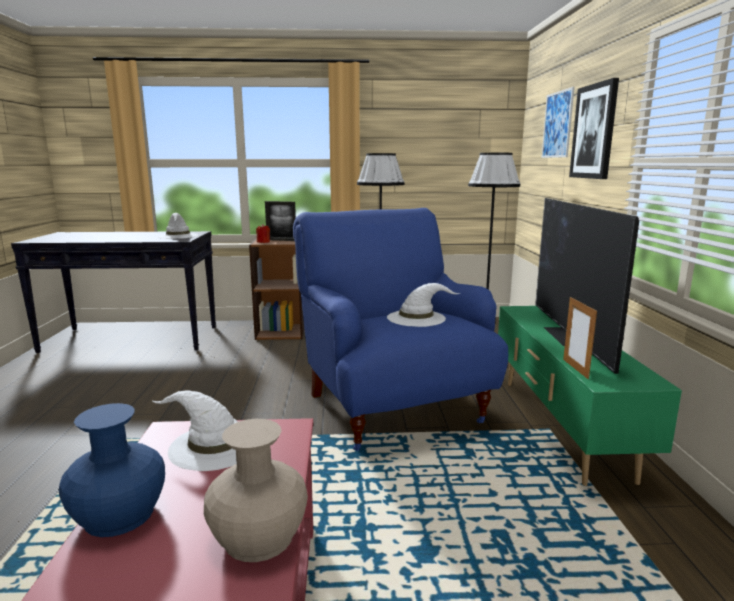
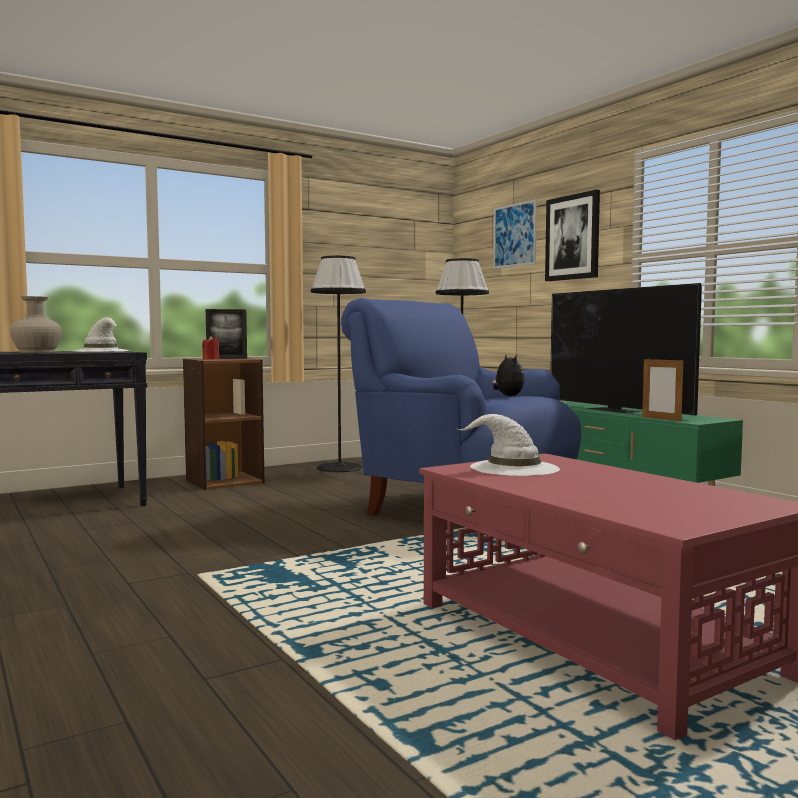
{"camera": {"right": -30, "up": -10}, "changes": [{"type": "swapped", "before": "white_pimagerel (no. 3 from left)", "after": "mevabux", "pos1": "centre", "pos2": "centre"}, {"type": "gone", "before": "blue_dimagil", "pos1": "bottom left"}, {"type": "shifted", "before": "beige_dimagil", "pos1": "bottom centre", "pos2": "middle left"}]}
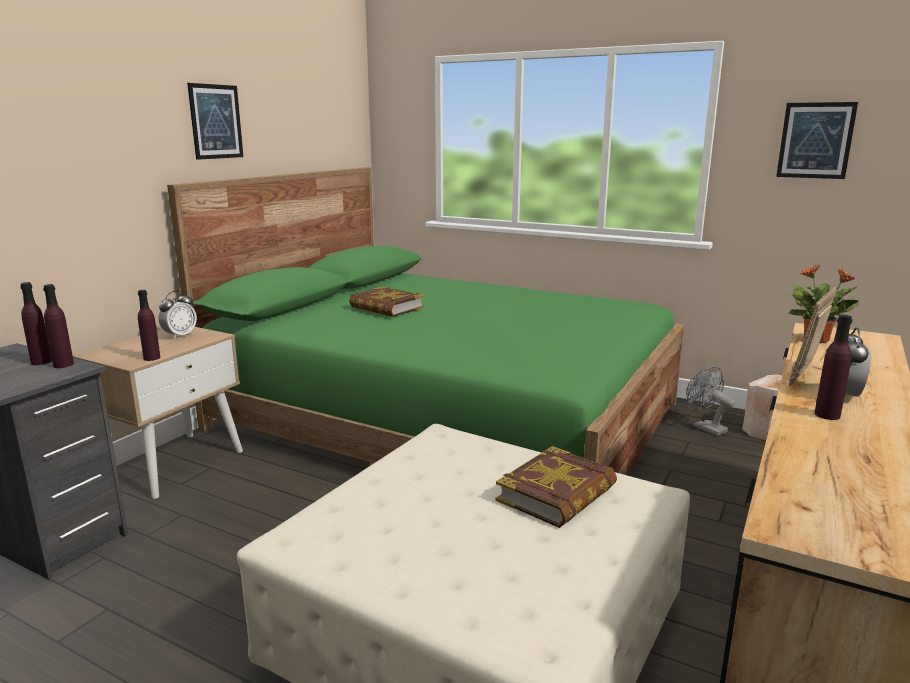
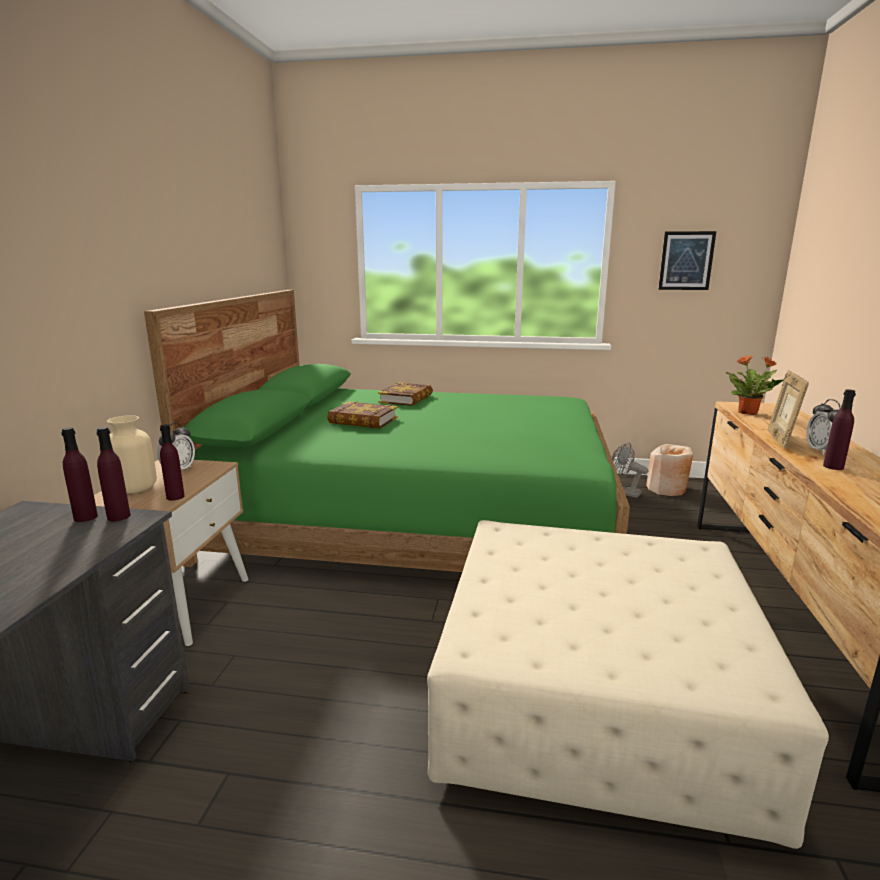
{"camera": {"right": -20, "up": 0}, "changes": [{"type": "gone", "before": "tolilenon (no. 1 from left)", "pos1": "top left"}, {"type": "shifted", "before": "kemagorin (no. 2 from left)", "pos1": "bottom centre", "pos2": "centre"}, {"type": "new", "after": "beige_dimagil (no. 1 from left)", "pos2": "middle left"}]}
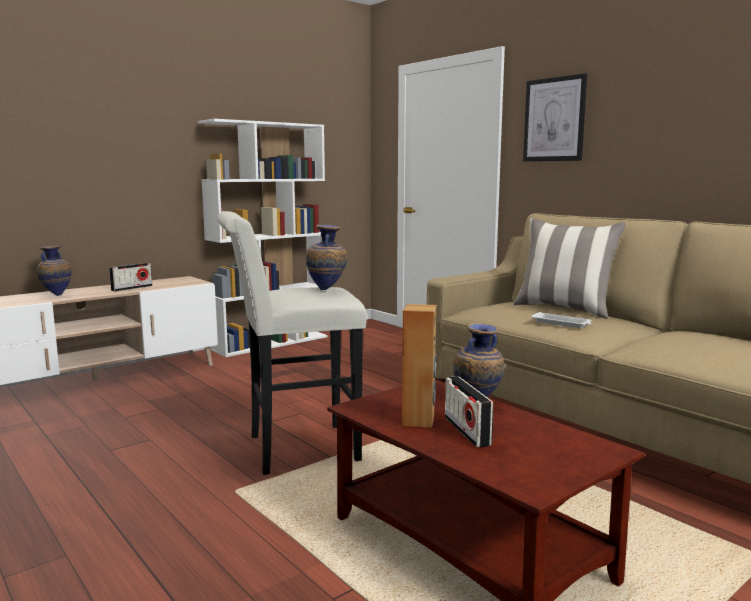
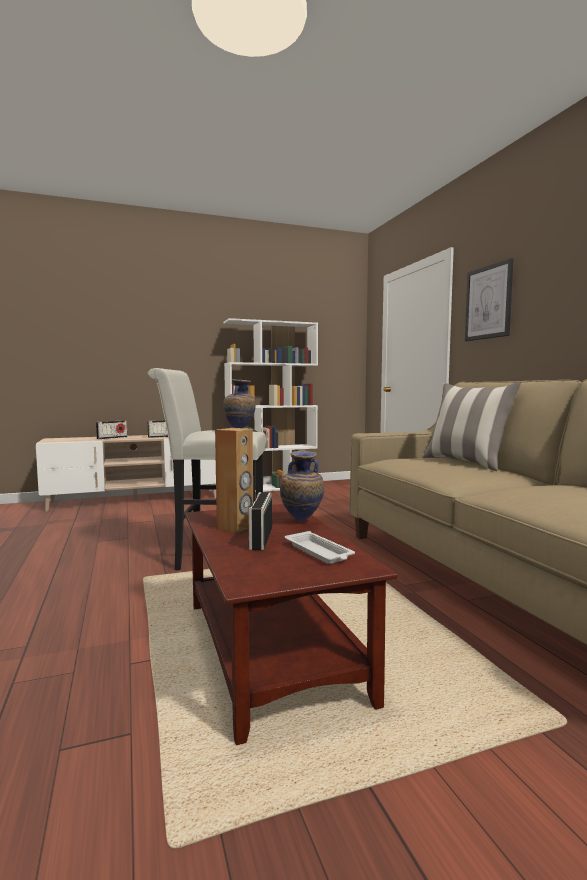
{"camera": {"right": 20, "up": -5}, "changes": [{"type": "swapped", "before": "dimagil (no. 1 from left)", "after": "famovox (no. 1 from left)", "pos1": "middle left", "pos2": "middle left"}, {"type": "shifted", "before": "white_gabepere", "pos1": "middle right", "pos2": "centre"}]}
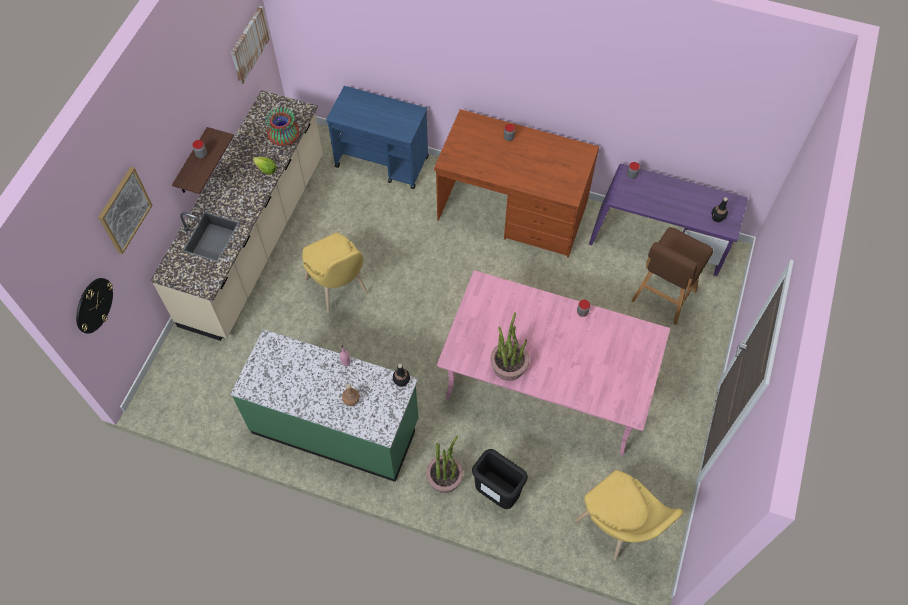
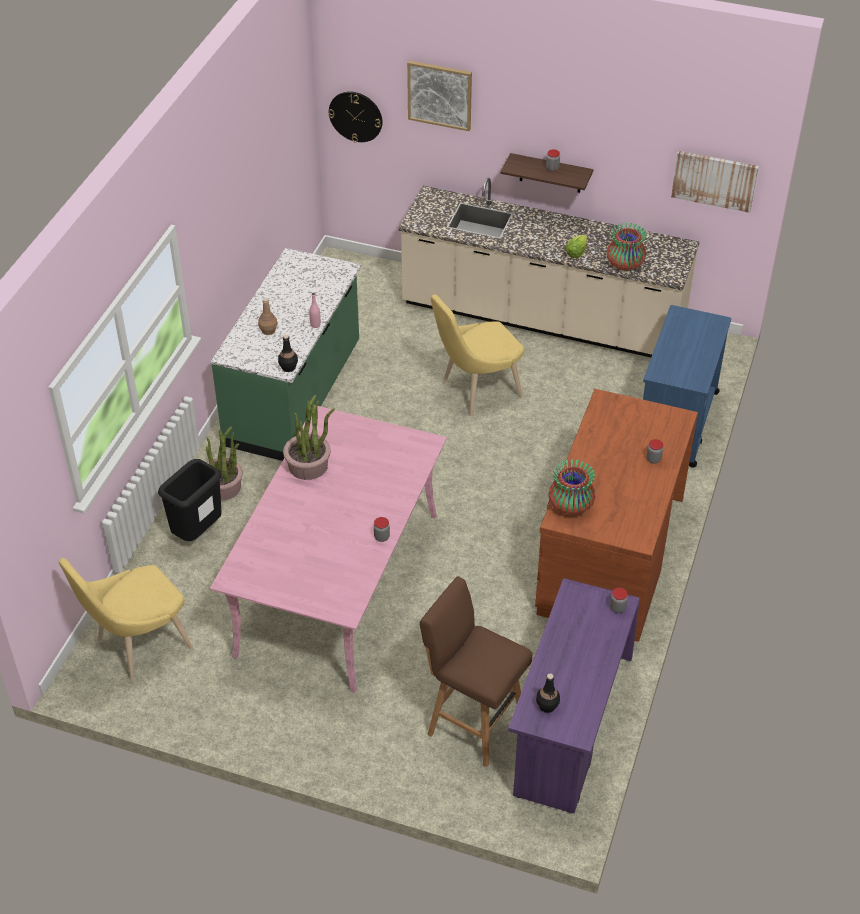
{"camera": {"right": 90, "up": -15}, "changes": [{"type": "new", "after": "dimagil (no. 1 from left)", "pos2": "centre"}]}
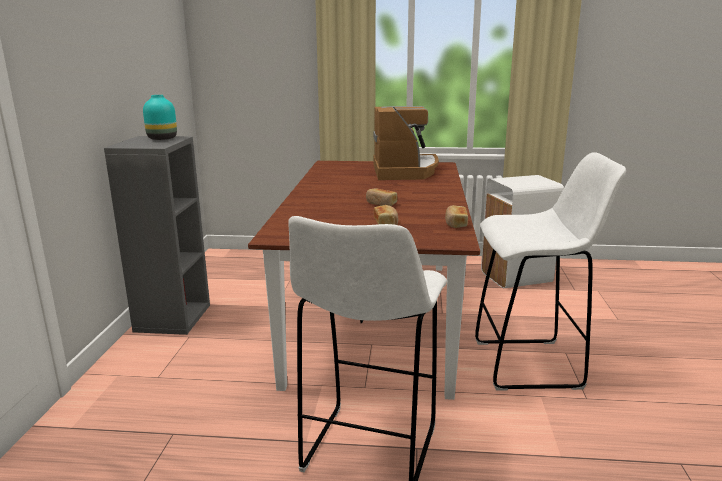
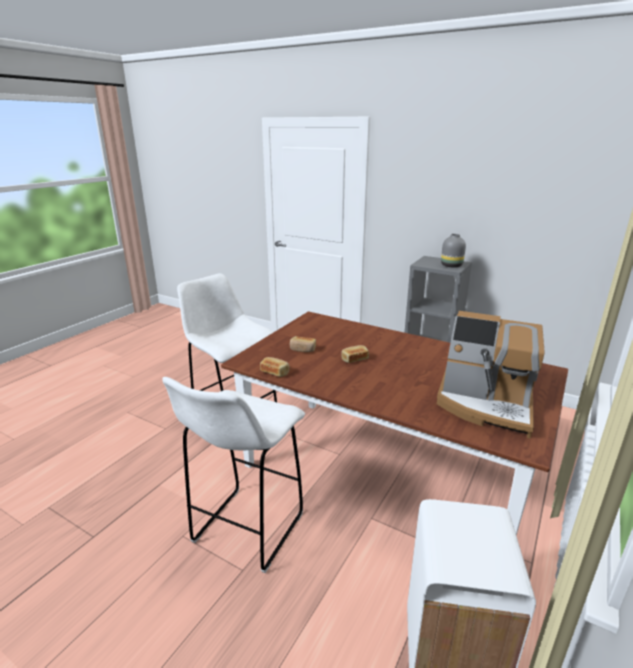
{"camera": {"right": 115, "up": 5}, "changes": [{"type": "repainted", "before": "turquoise_dimagil", "after": "grey_dimagil", "pos1": "top left", "pos2": "middle right"}]}
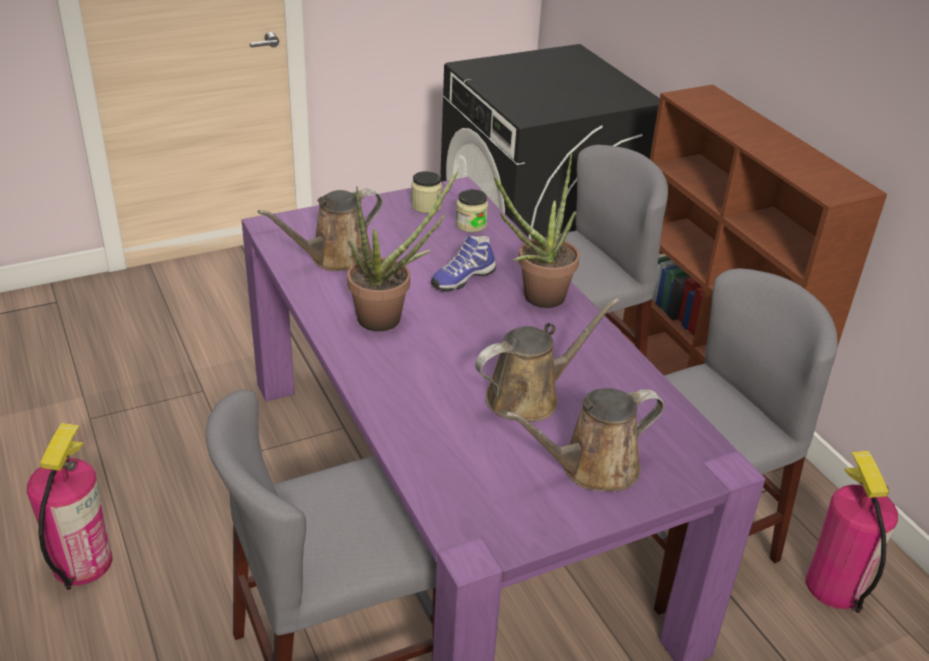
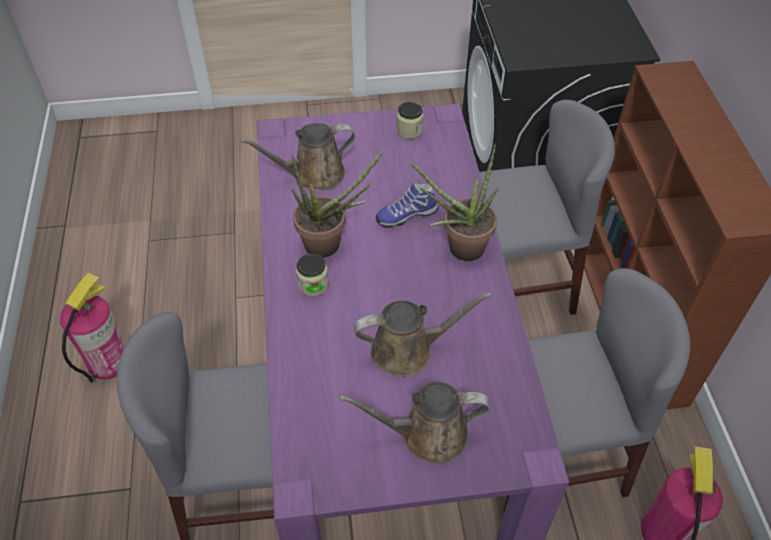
{"camera": {"right": 20, "up": 15}, "changes": [{"type": "shifted", "before": "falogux (no. 2 from left in the first image)", "after": "falogux (no. 1 from left)", "pos1": "top centre", "pos2": "centre"}]}
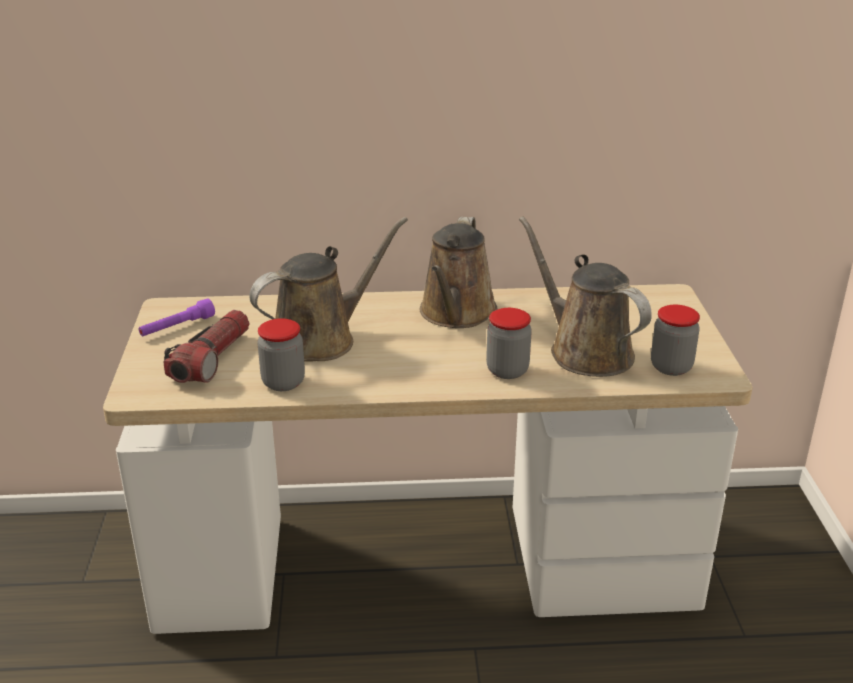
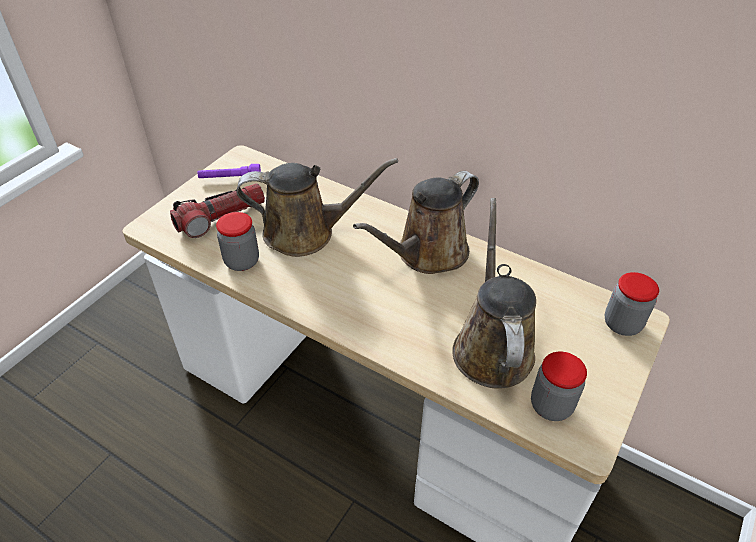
{"camera": {"right": 35, "up": 15}, "changes": [{"type": "shifted", "before": "falogux (no. 2 from left in the first image)", "after": "falogux (no. 3 from left)", "pos1": "centre", "pos2": "middle right"}]}
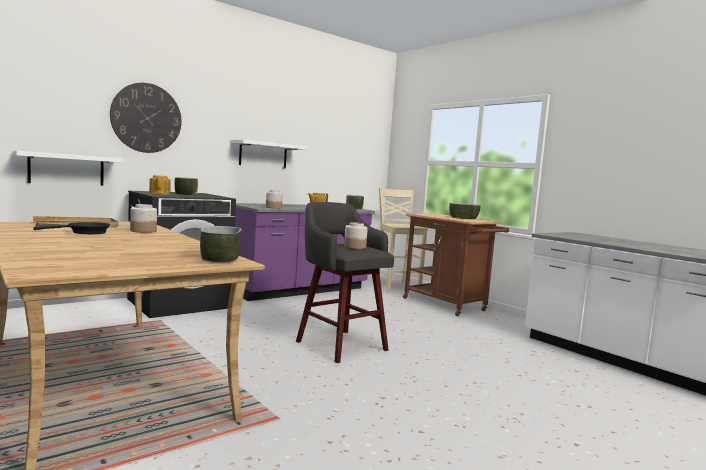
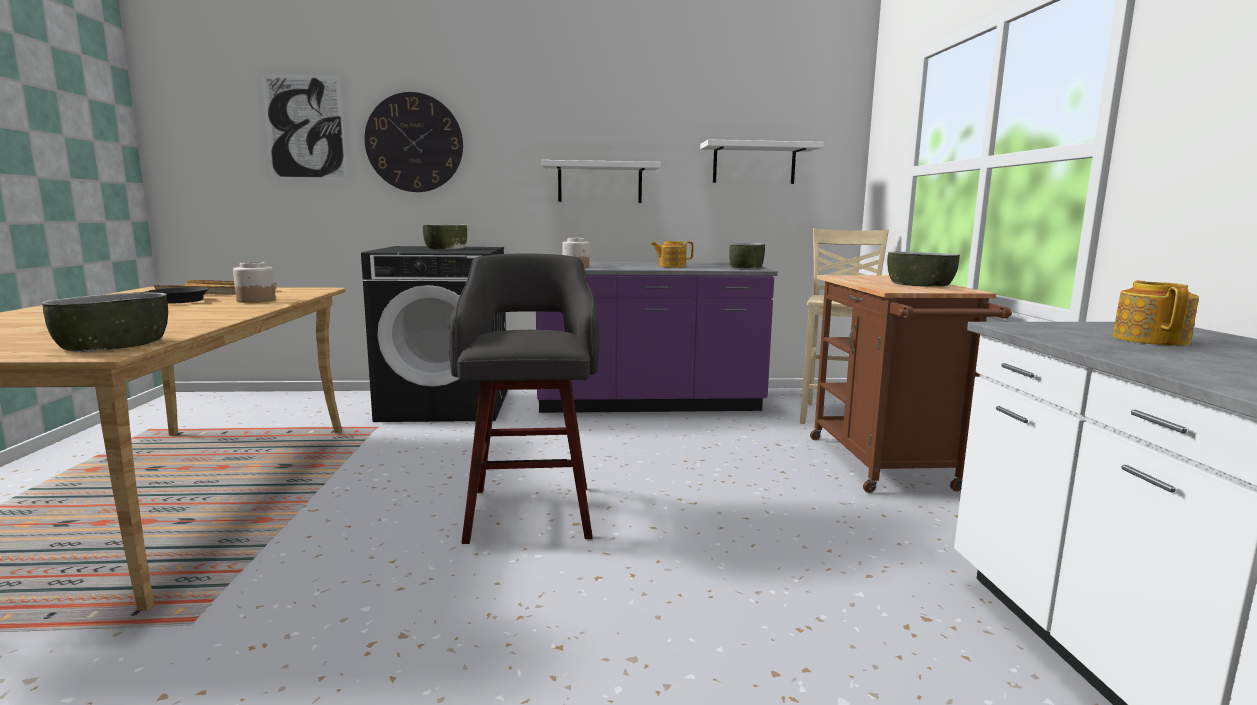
{"camera": {"right": 35, "up": 5}, "changes": [{"type": "shifted", "before": "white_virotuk (no. 1 from left in the first image)", "after": "white_virotuk (no. 2 from left)", "pos1": "middle left", "pos2": "top centre"}, {"type": "shifted", "before": "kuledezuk (no. 1 from left in the first image)", "after": "kuledezuk (no. 2 from left)", "pos1": "middle left", "pos2": "middle right"}, {"type": "gone", "before": "falogux (no. 3 from left)", "pos1": "centre"}, {"type": "new", "after": "tolilenon", "pos2": "top left"}]}
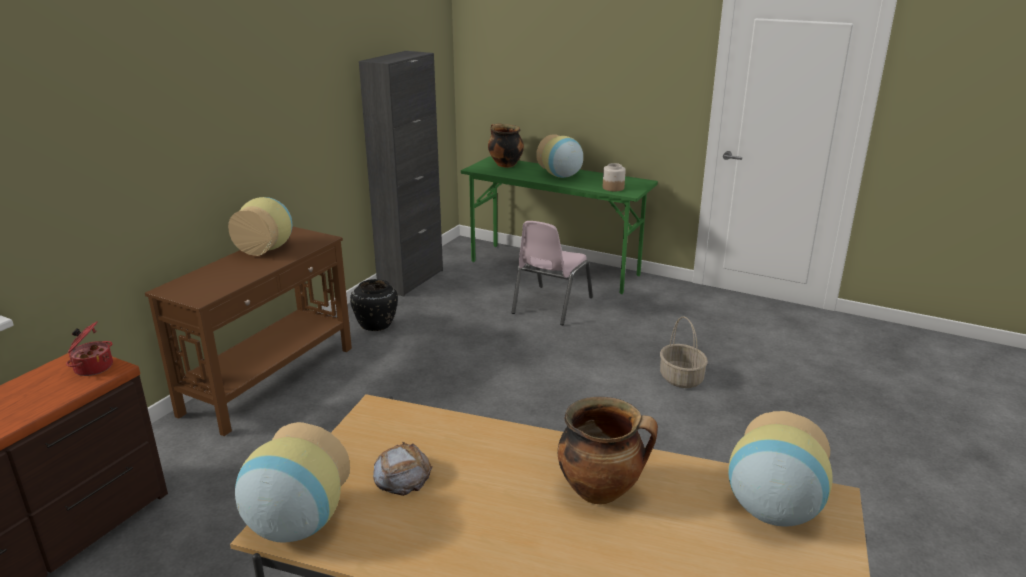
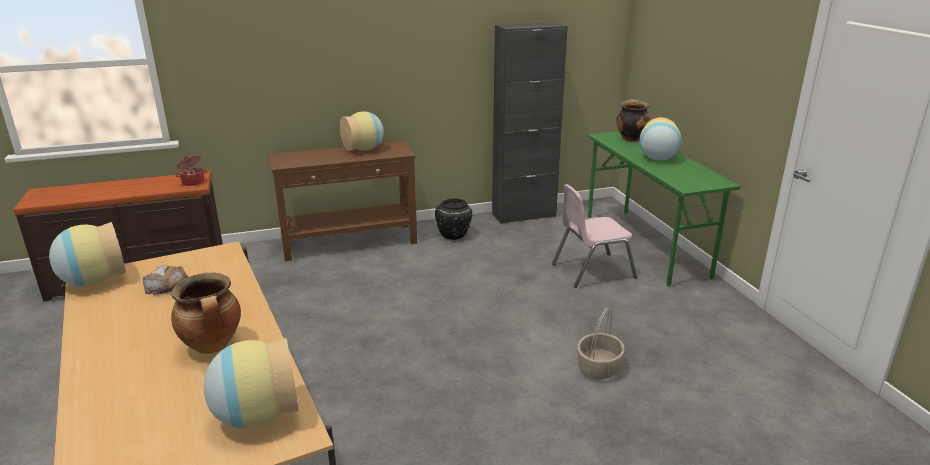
{"camera": {"right": 45, "up": 0}, "changes": [{"type": "gone", "before": "falogux", "pos1": "top centre"}]}
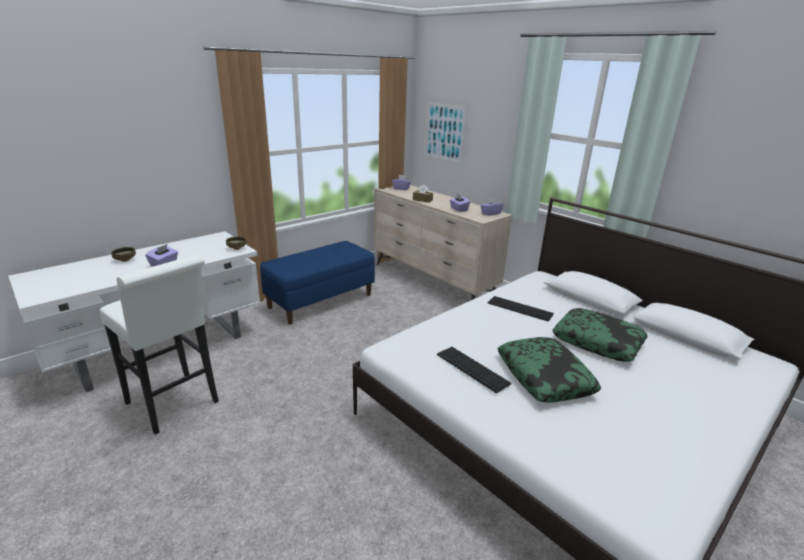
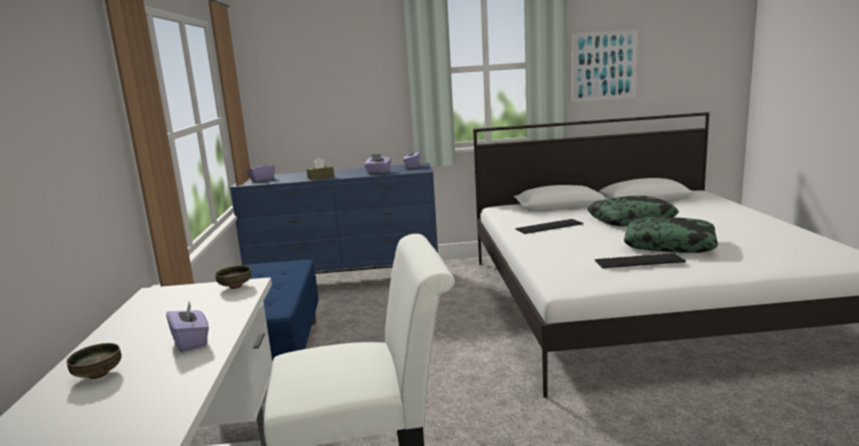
{"camera": {"right": -50, "up": -10}, "changes": [{"type": "shifted", "before": "tolilenon", "pos1": "top centre", "pos2": "top right"}, {"type": "repainted", "before": "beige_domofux", "after": "blue_domofux", "pos1": "centre", "pos2": "centre"}]}
